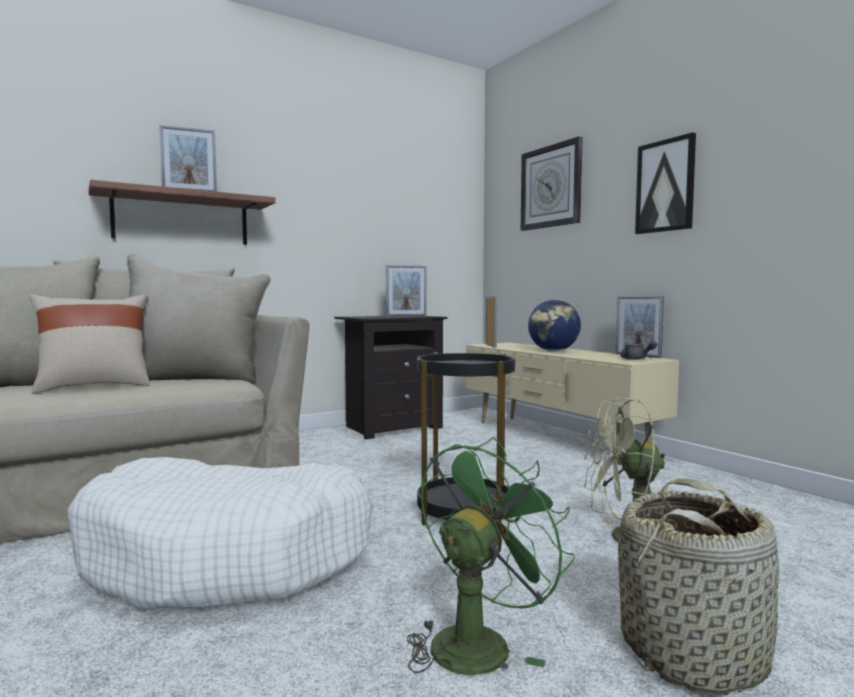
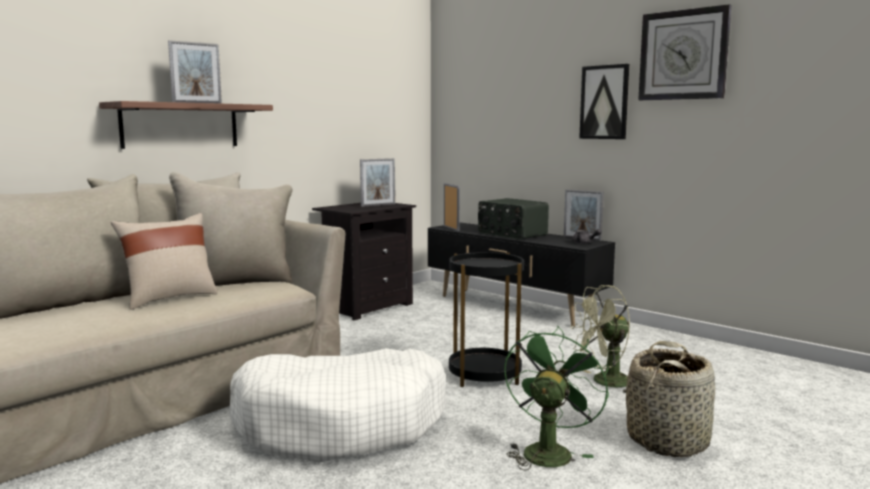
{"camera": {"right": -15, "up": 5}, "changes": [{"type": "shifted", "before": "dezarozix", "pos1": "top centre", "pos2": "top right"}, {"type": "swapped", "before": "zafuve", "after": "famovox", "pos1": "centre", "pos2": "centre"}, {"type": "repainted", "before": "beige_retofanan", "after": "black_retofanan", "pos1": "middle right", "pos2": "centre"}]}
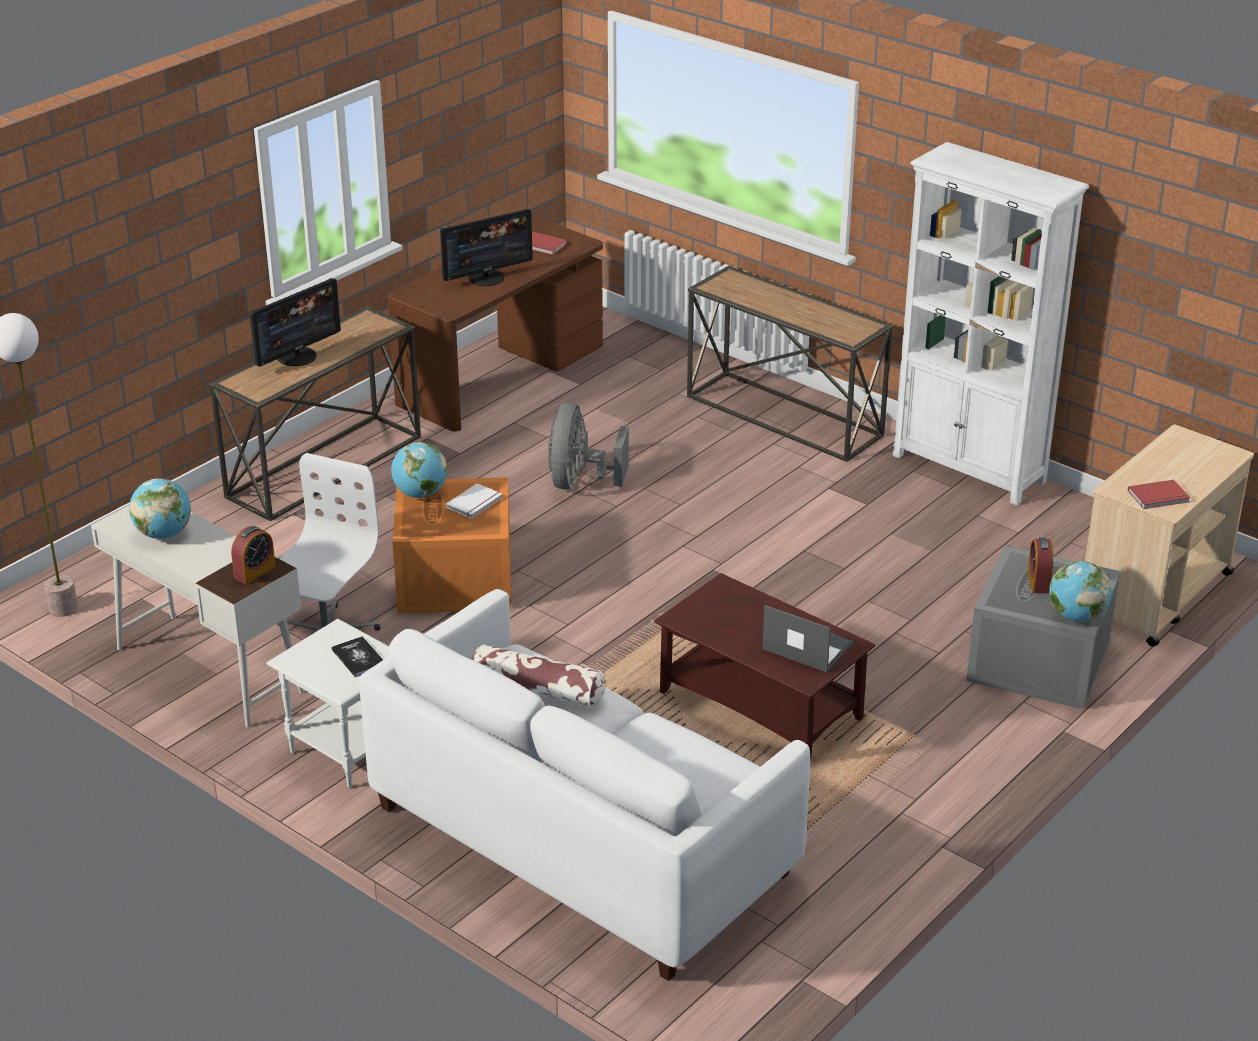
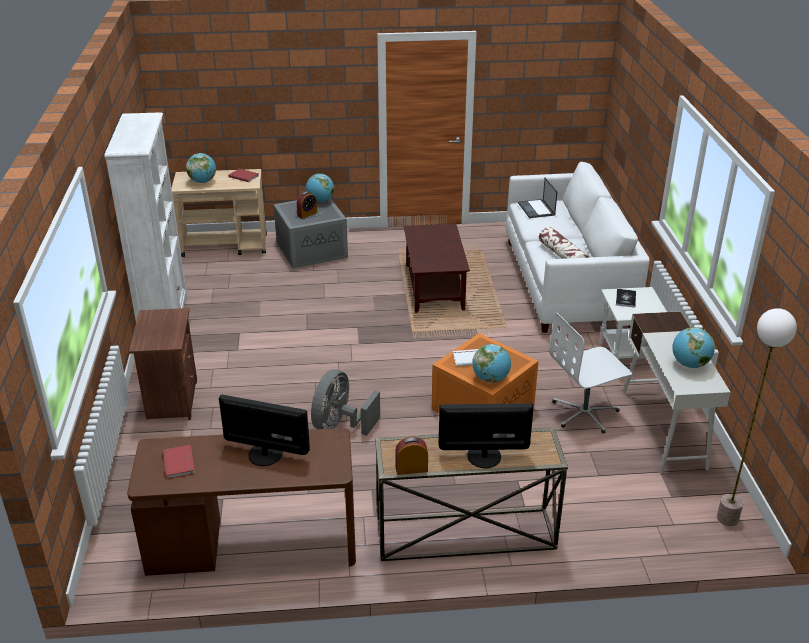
{"camera": {"right": -135, "up": 0}, "changes": [{"type": "swapped", "before": "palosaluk (no. 2 from left)", "after": "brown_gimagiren", "pos1": "centre", "pos2": "middle left"}, {"type": "rotated", "before": "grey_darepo", "pos1": "centre", "pos2": "centre", "turn": 150}, {"type": "shifted", "before": "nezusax (no. 1 from left in the first image)", "after": "nezusax (no. 2 from left)", "pos1": "middle left", "pos2": "bottom centre"}, {"type": "shifted", "before": "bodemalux", "pos1": "centre", "pos2": "top centre"}, {"type": "new", "after": "zafuve (no. 1 from left)", "pos2": "top left"}]}
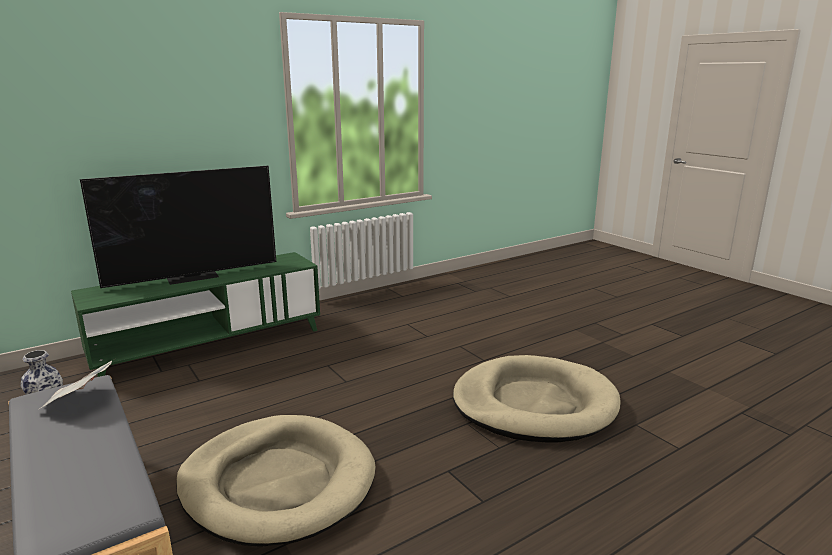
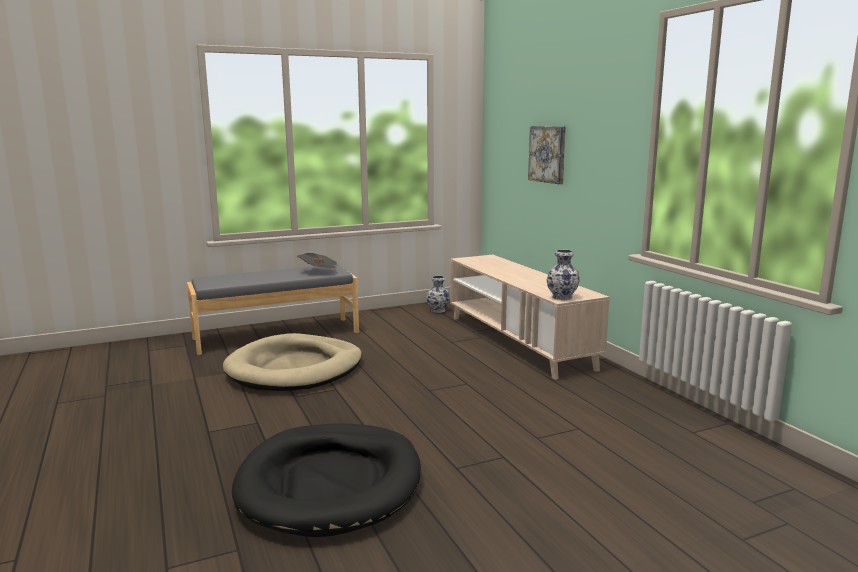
{"camera": {"right": 100, "up": -5}, "changes": [{"type": "gone", "before": "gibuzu", "pos1": "middle left"}, {"type": "repainted", "before": "green_retofanan", "after": "beige_retofanan", "pos1": "middle left", "pos2": "centre"}, {"type": "repainted", "before": "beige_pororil (no. 2 from left)", "after": "black_pororil", "pos1": "bottom centre", "pos2": "bottom centre"}, {"type": "new", "after": "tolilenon", "pos2": "top centre"}, {"type": "new", "after": "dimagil (no. 2 from left)", "pos2": "centre"}]}
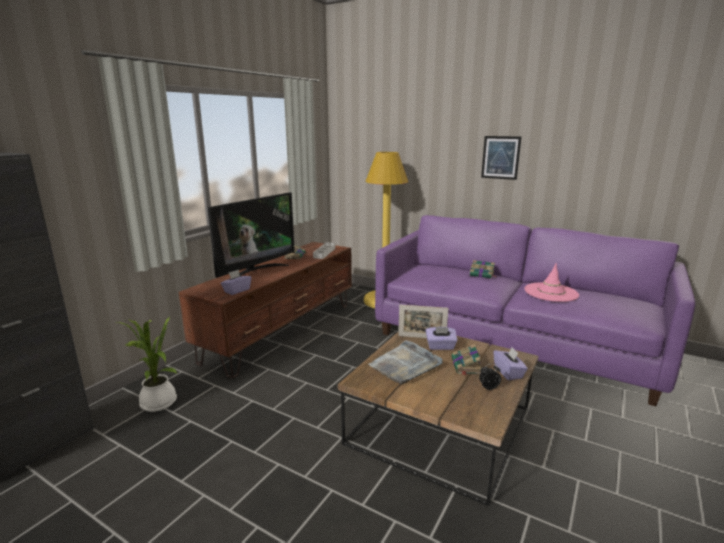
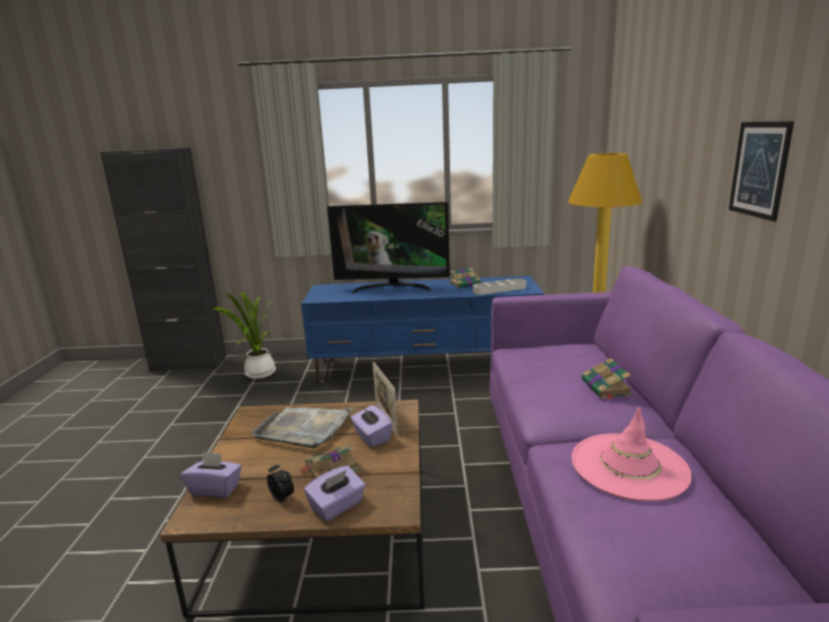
{"camera": {"right": 60, "up": 0}, "changes": [{"type": "repainted", "before": "brown_retofanan", "after": "blue_retofanan", "pos1": "centre", "pos2": "centre"}, {"type": "shifted", "before": "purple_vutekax (no. 1 from left)", "pos1": "middle left", "pos2": "bottom left"}]}
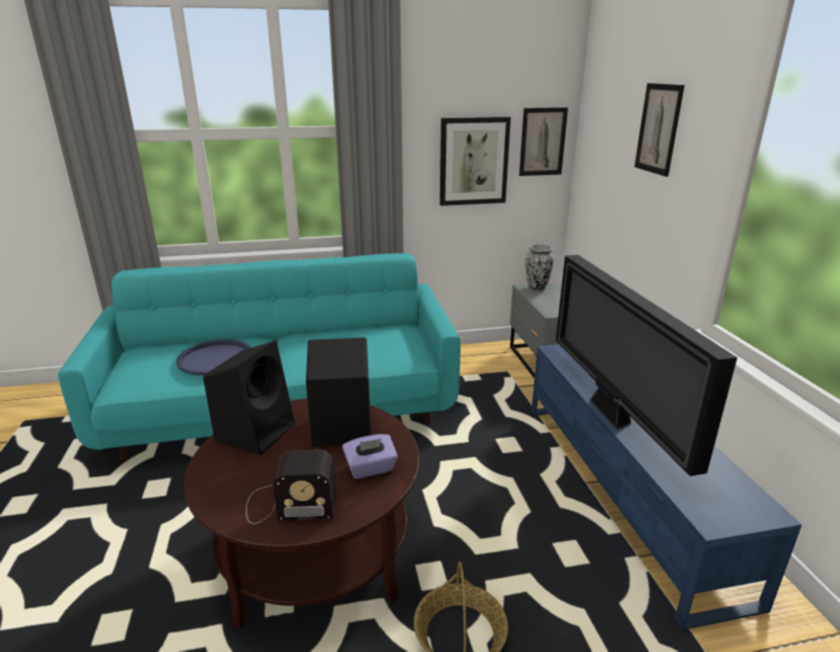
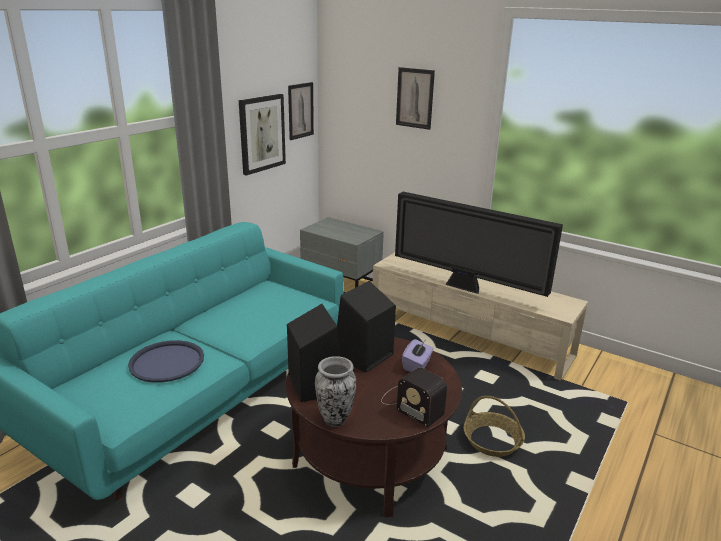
{"camera": {"right": -45, "up": 0}, "changes": [{"type": "shifted", "before": "dimagil", "pos1": "centre", "pos2": "bottom centre"}, {"type": "repainted", "before": "blue_retofanan", "after": "beige_retofanan", "pos1": "bottom right", "pos2": "centre"}, {"type": "rotated", "before": "famovox", "pos1": "bottom centre", "pos2": "bottom centre", "turn": 90}]}
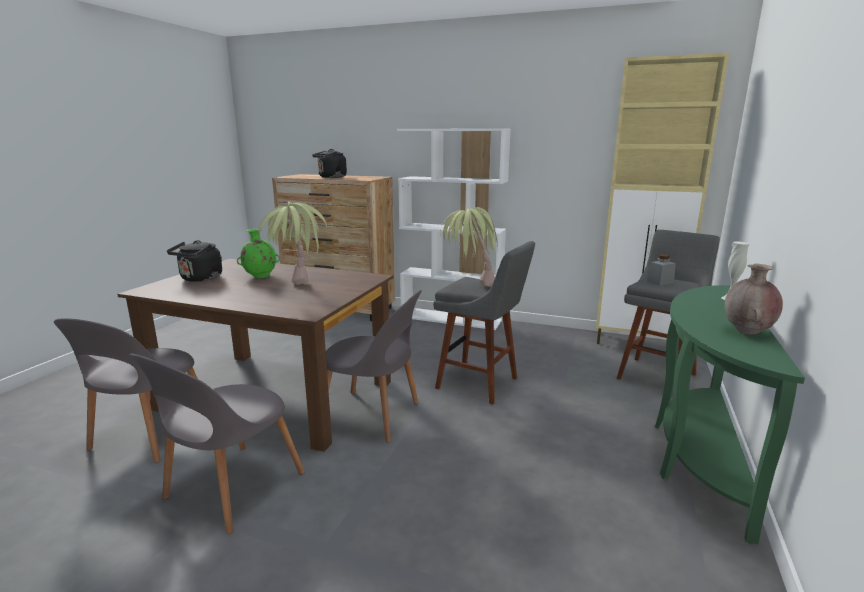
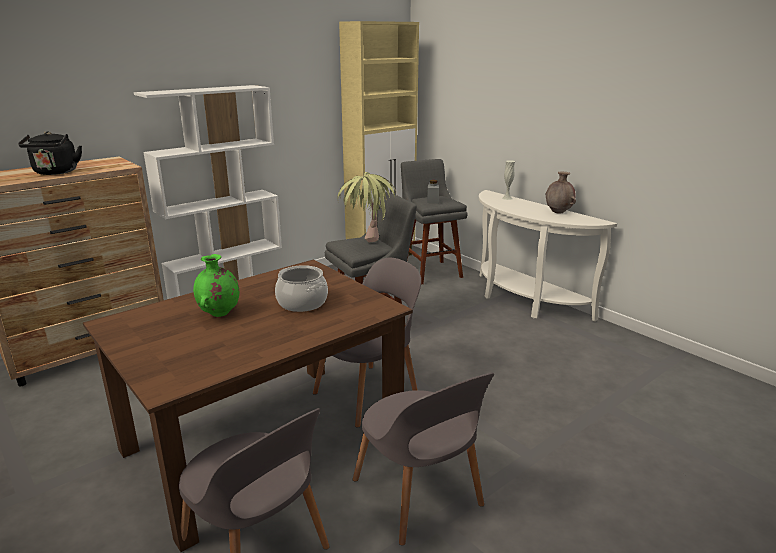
{"camera": {"right": -60, "up": 5}, "changes": [{"type": "swapped", "before": "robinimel (no. 1 from left)", "after": "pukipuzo", "pos1": "centre", "pos2": "centre"}, {"type": "gone", "before": "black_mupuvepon (no. 1 from left)", "pos1": "middle left"}, {"type": "repainted", "before": "green_palosaluk", "after": "white_palosaluk", "pos1": "bottom right", "pos2": "middle right"}]}
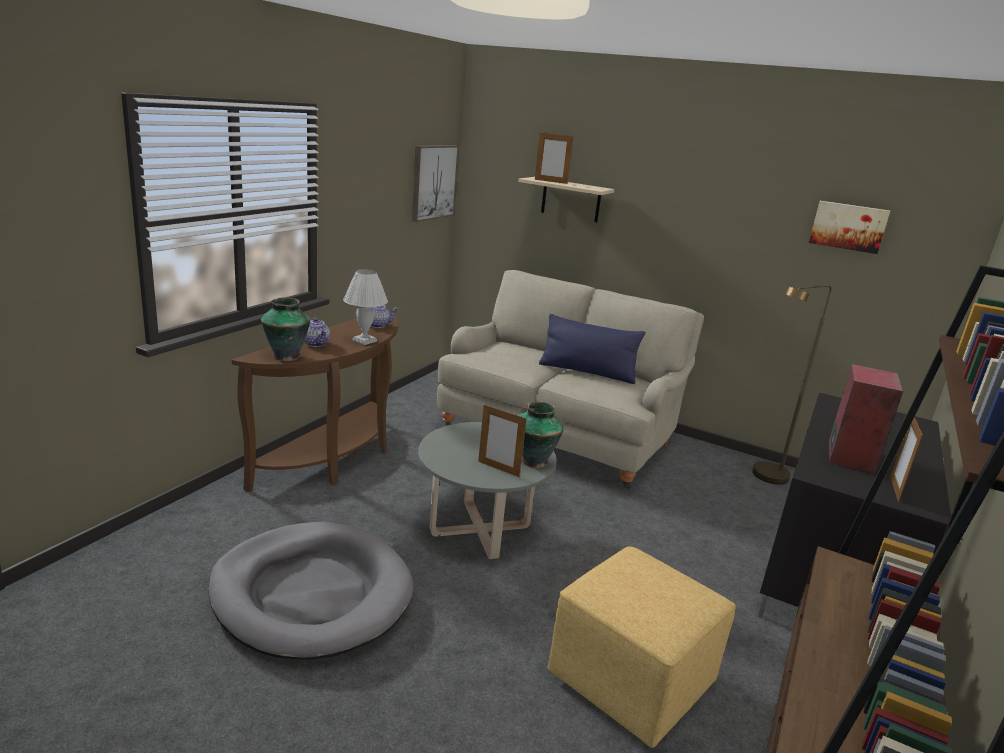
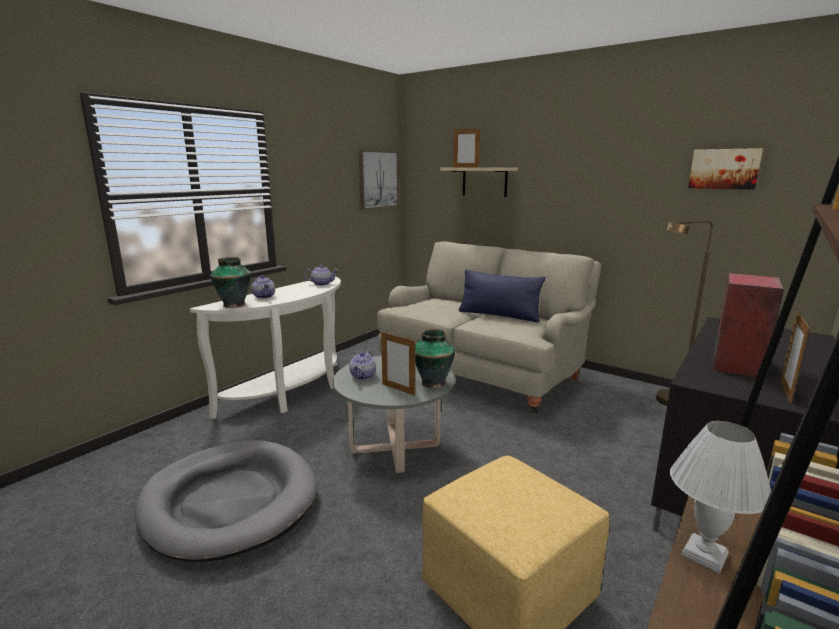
{"camera": {"right": 10, "up": -5}, "changes": [{"type": "shifted", "before": "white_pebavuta", "pos1": "centre", "pos2": "bottom right"}, {"type": "repainted", "before": "brown_palosaluk", "after": "white_palosaluk", "pos1": "middle left", "pos2": "middle left"}, {"type": "new", "after": "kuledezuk (no. 3 from left)", "pos2": "centre"}]}
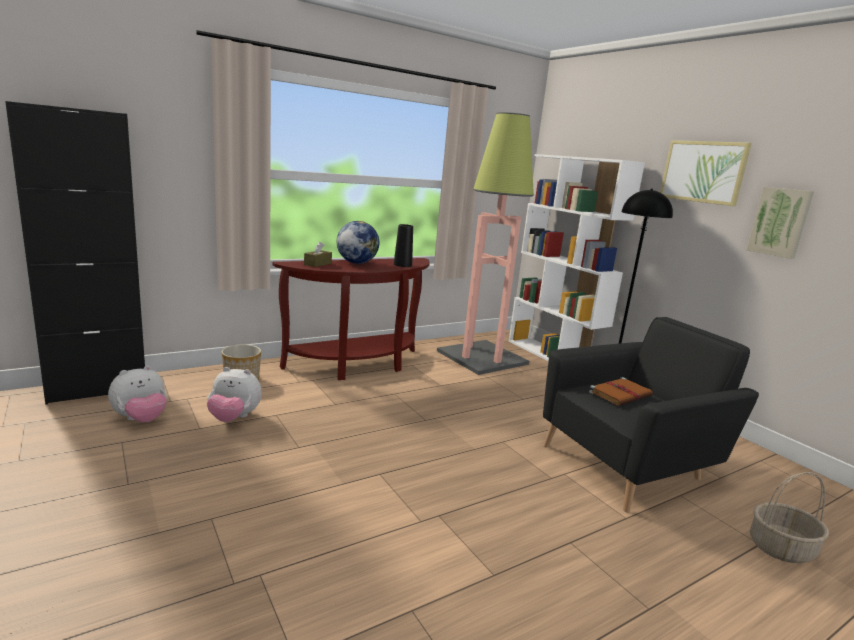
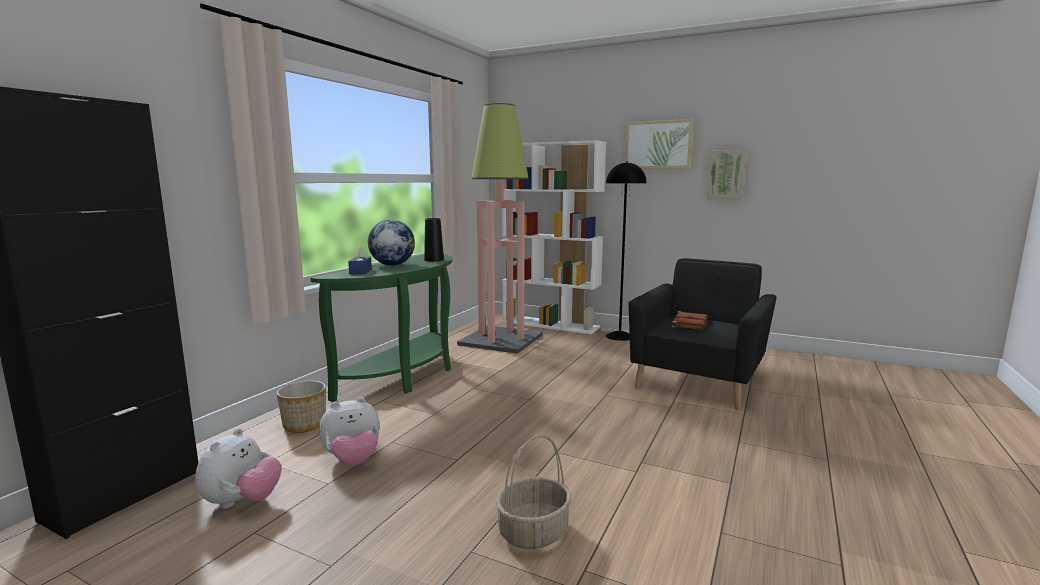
{"camera": {"right": -30, "up": -5}, "changes": [{"type": "repainted", "before": "brown_vutekax", "after": "blue_vutekax", "pos1": "centre", "pos2": "centre"}, {"type": "repainted", "before": "brown_palosaluk", "after": "green_palosaluk", "pos1": "centre", "pos2": "centre"}, {"type": "shifted", "before": "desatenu", "pos1": "bottom right", "pos2": "bottom centre"}]}
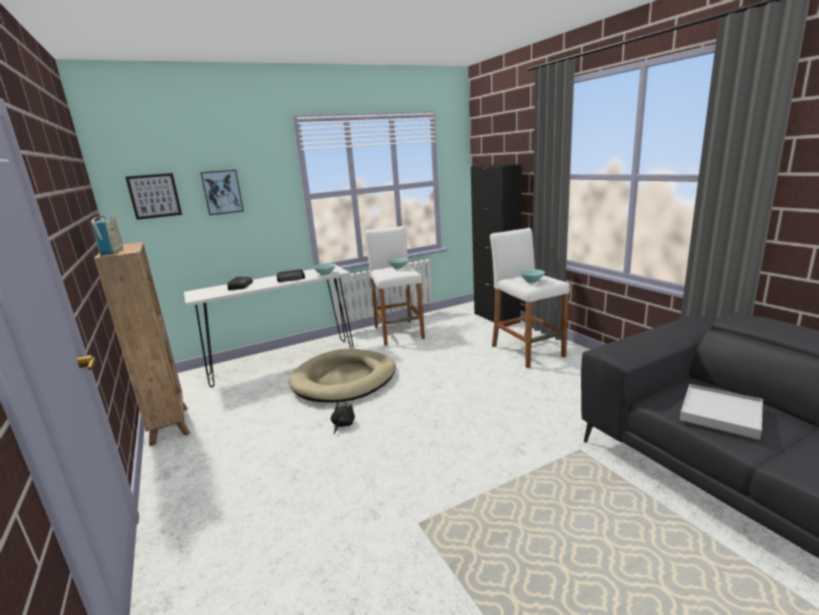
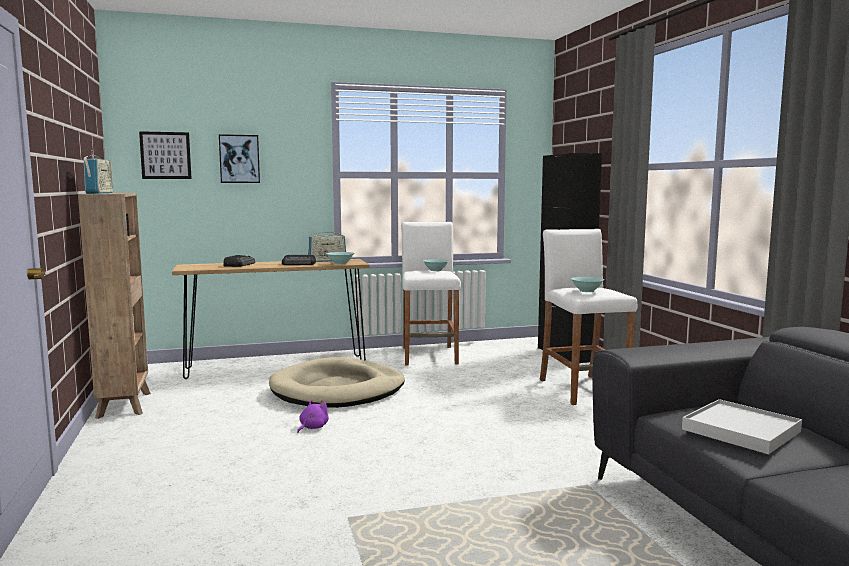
{"camera": {"right": 10, "up": -10}, "changes": [{"type": "repainted", "before": "white_palosaluk", "after": "brown_palosaluk", "pos1": "middle left", "pos2": "middle left"}, {"type": "repainted", "before": "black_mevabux", "after": "purple_mevabux", "pos1": "bottom centre", "pos2": "bottom centre"}, {"type": "new", "after": "famovox (no. 4 from left)", "pos2": "centre"}]}
